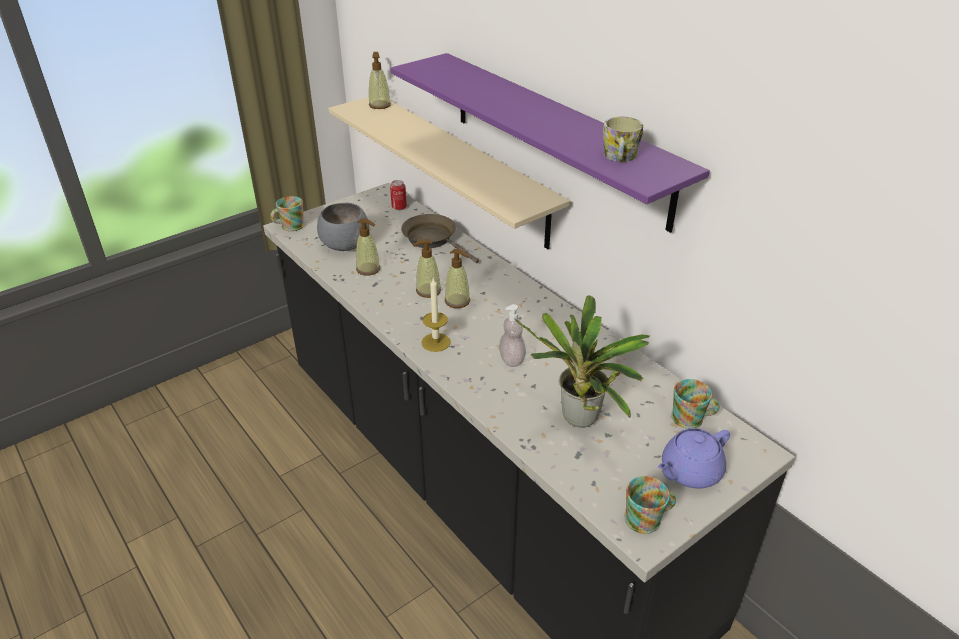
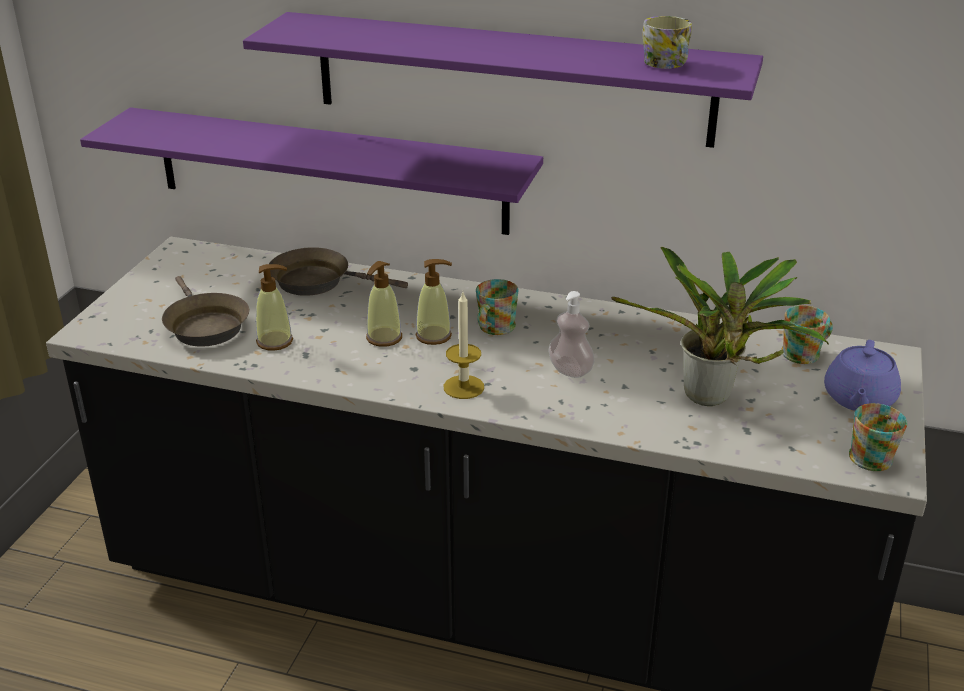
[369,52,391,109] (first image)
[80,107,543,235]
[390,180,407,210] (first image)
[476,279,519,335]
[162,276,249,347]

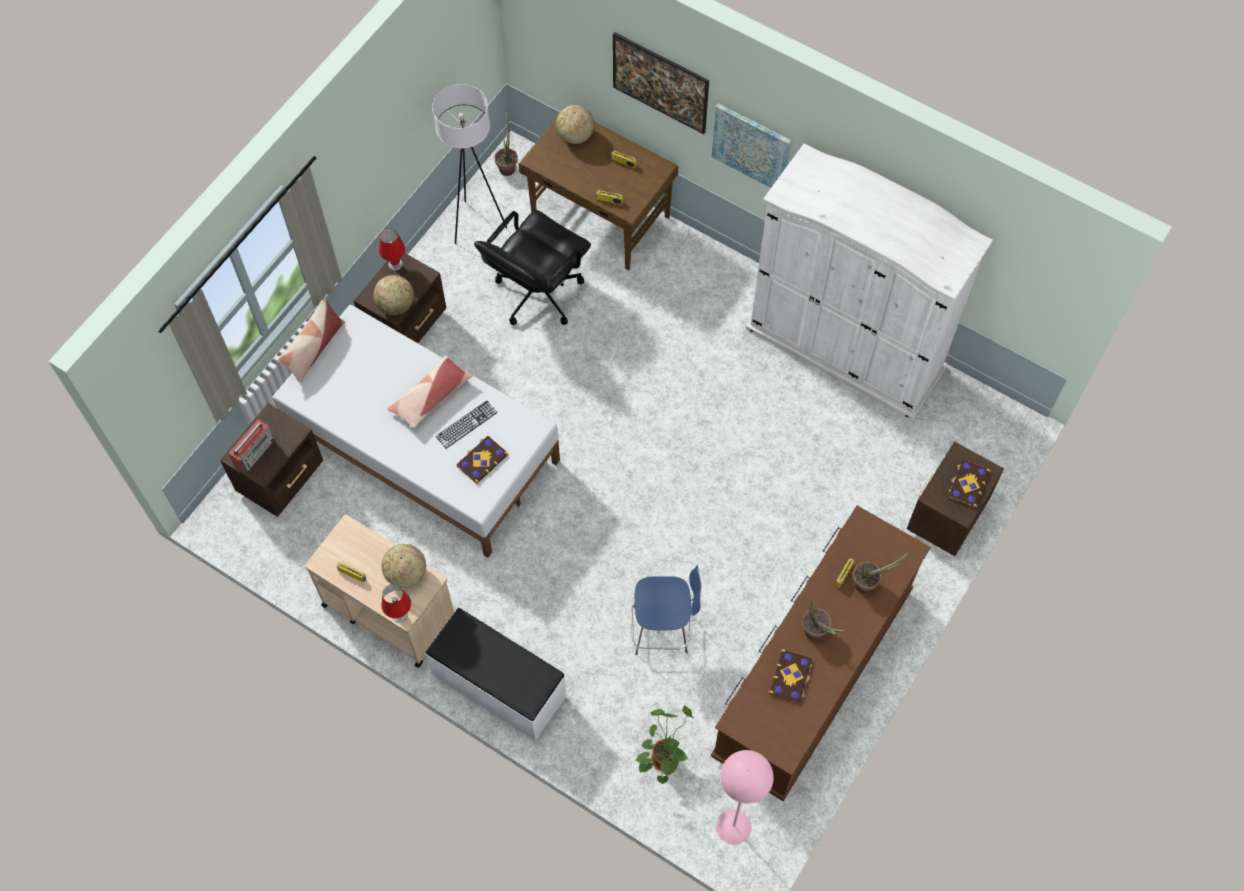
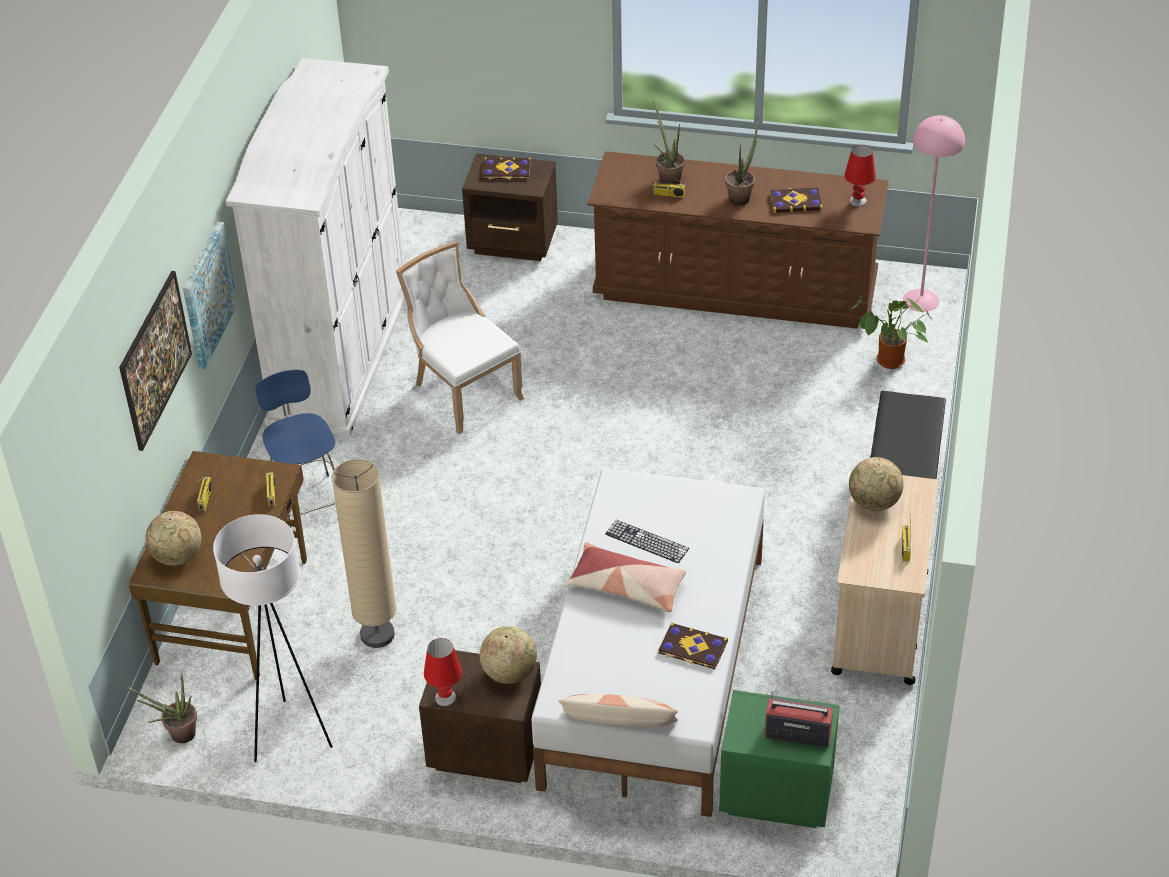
[331,459,397,648]
[719,690,840,828]
[658,623,728,669]
[255,369,336,528]
[844,145,876,206]
[396,241,524,434]

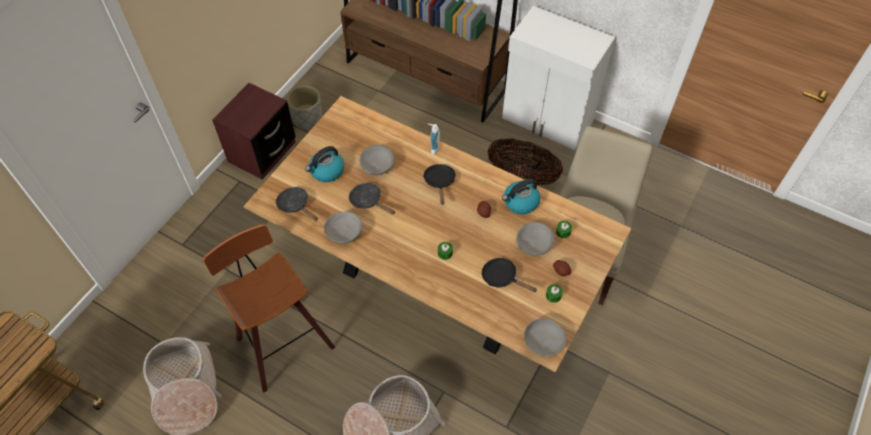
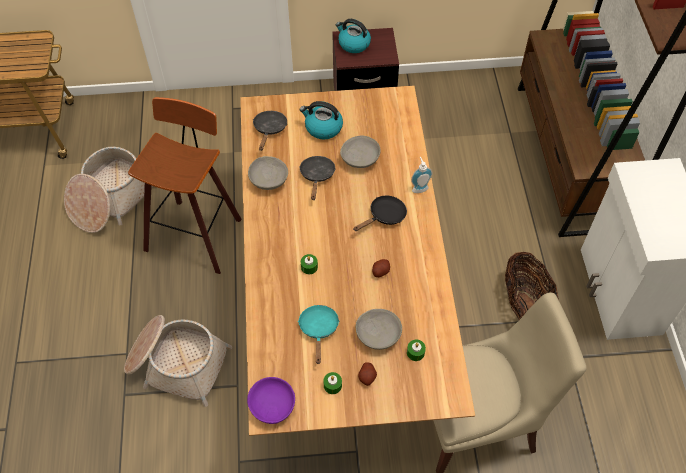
[287,86,322,131] (first image)
[336,19,371,53]
[298,305,340,364]
[247,377,295,424]

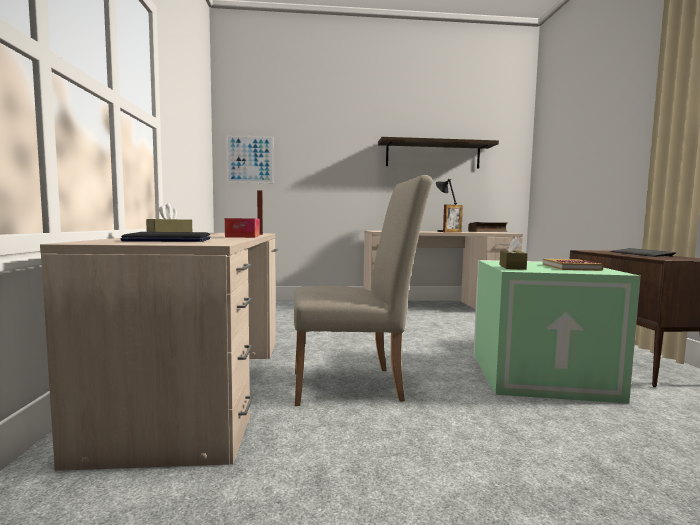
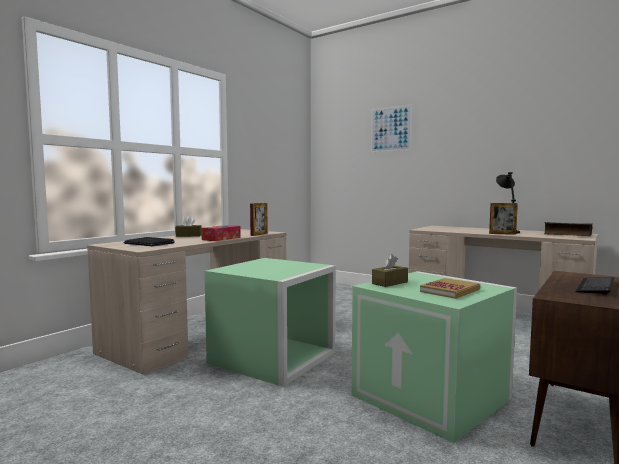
[371,104,412,152]
[378,137,499,169] (first image)
[204,258,336,387]

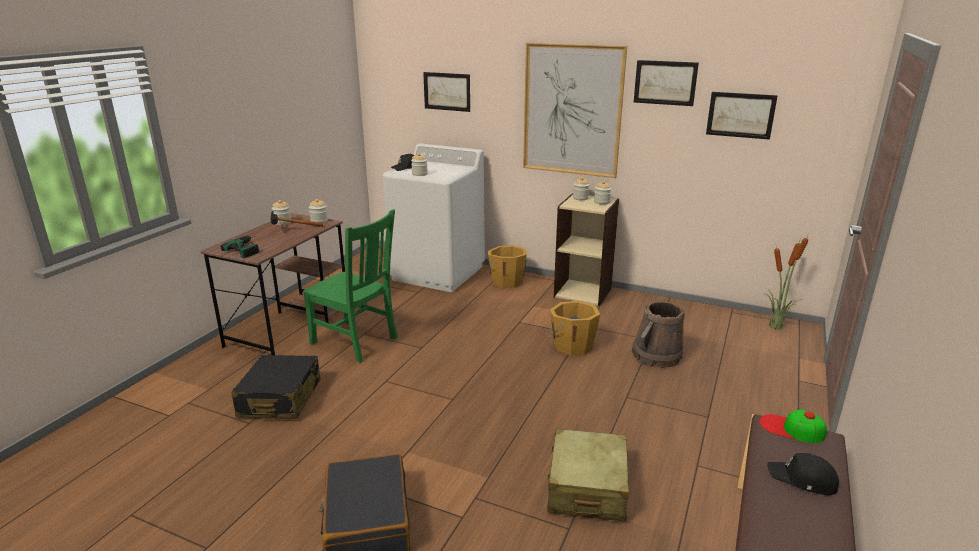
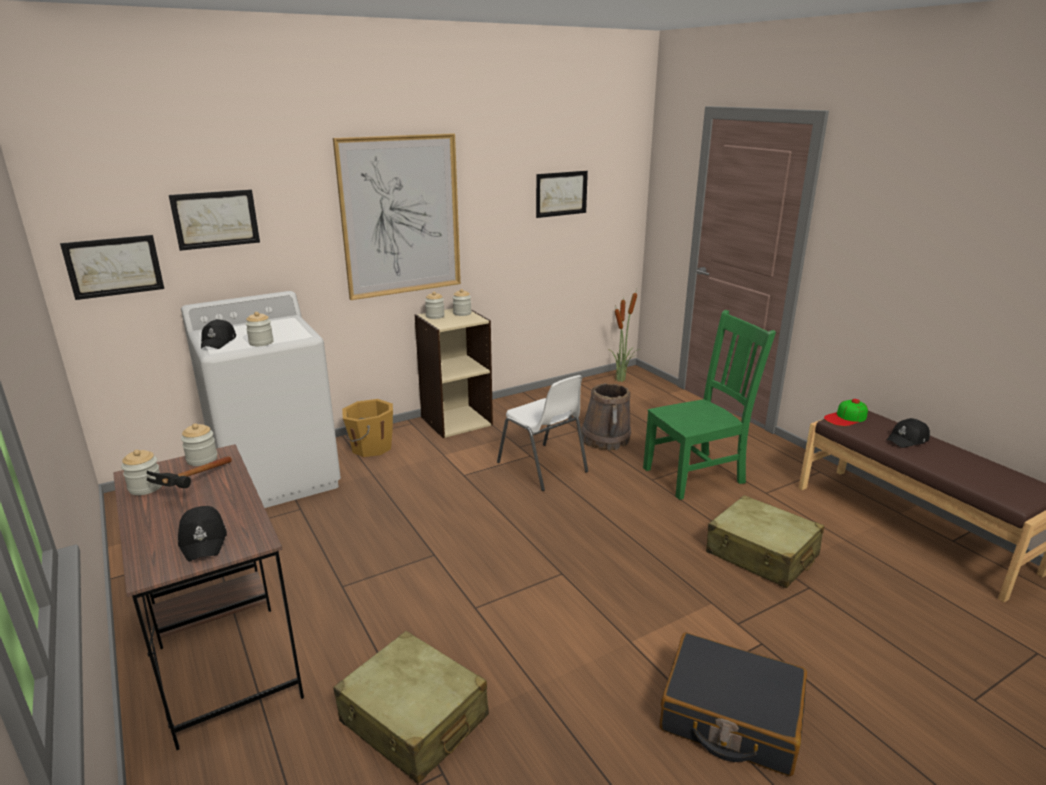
[60,235,164,300]
[643,310,776,500]
[178,506,227,562]
[497,375,588,491]
[333,631,489,784]

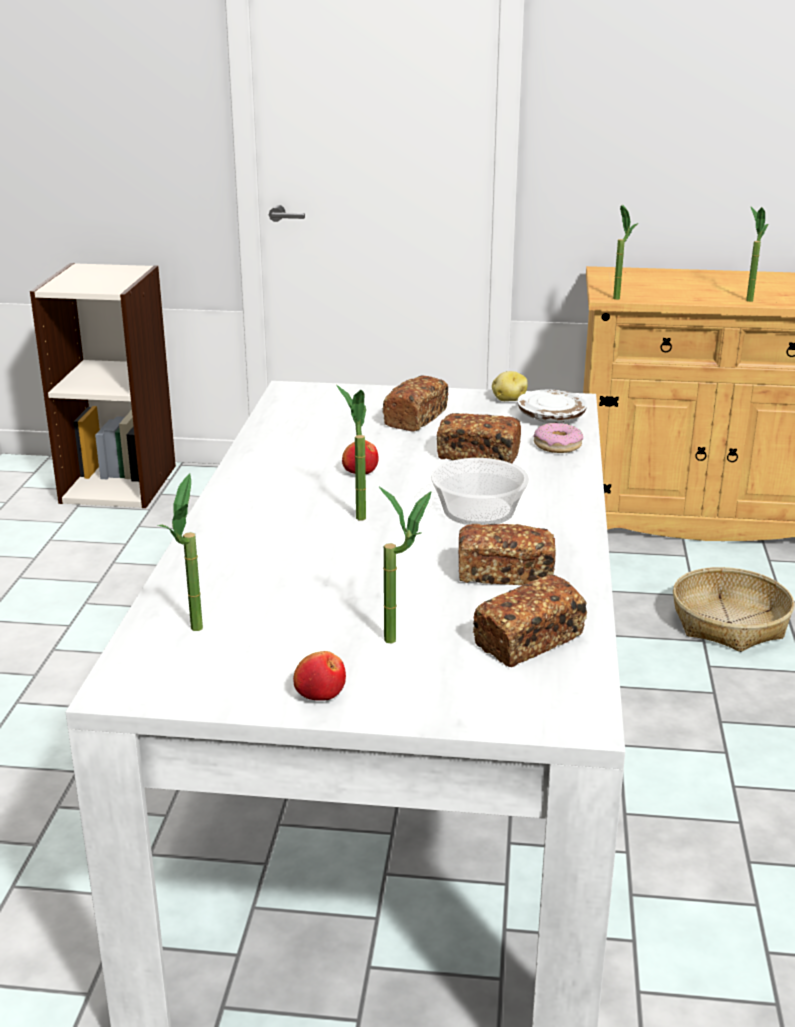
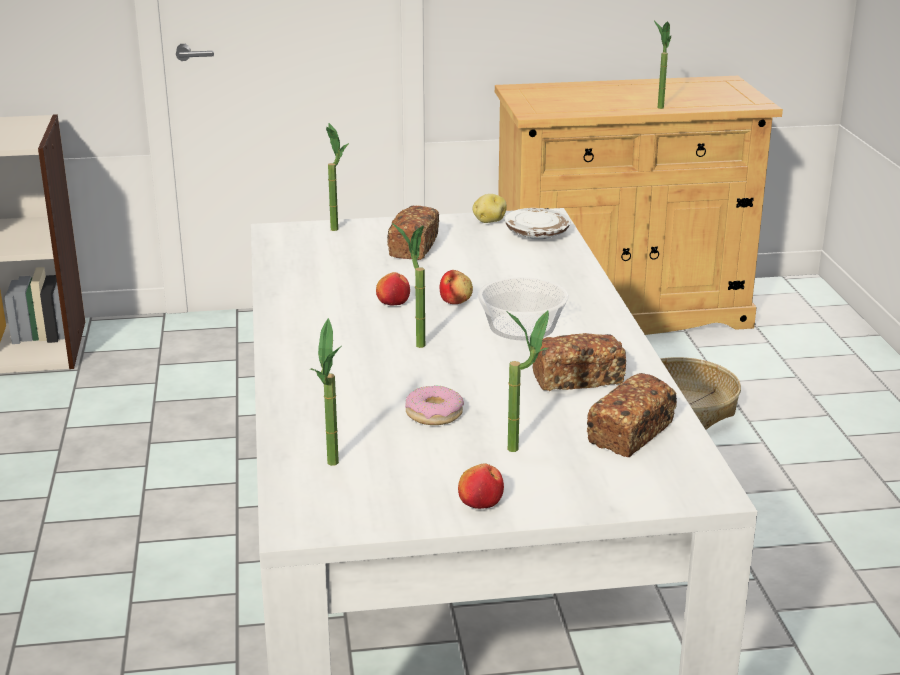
[326,123,349,231]
[437,413,521,463] (first image)
[405,385,464,425]
[440,270,473,304]

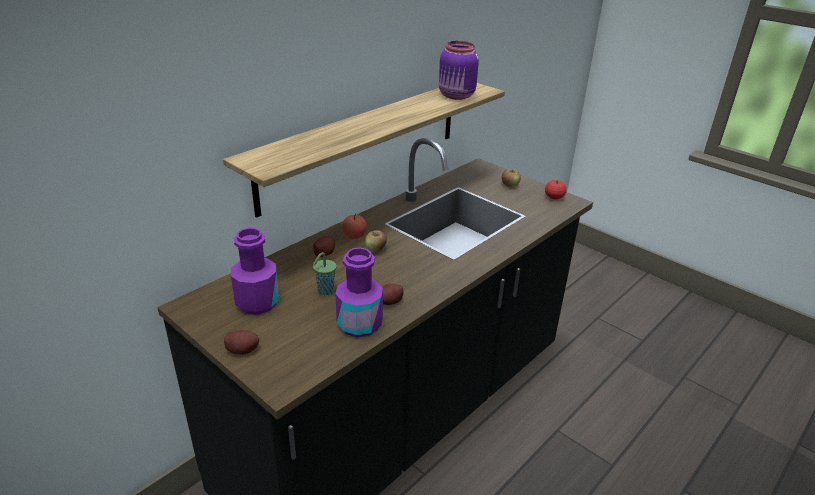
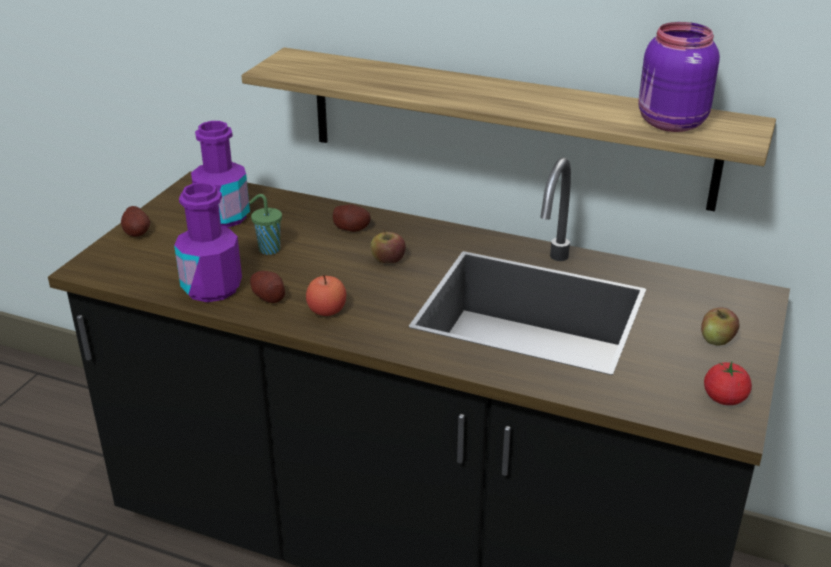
[306,275,346,316]

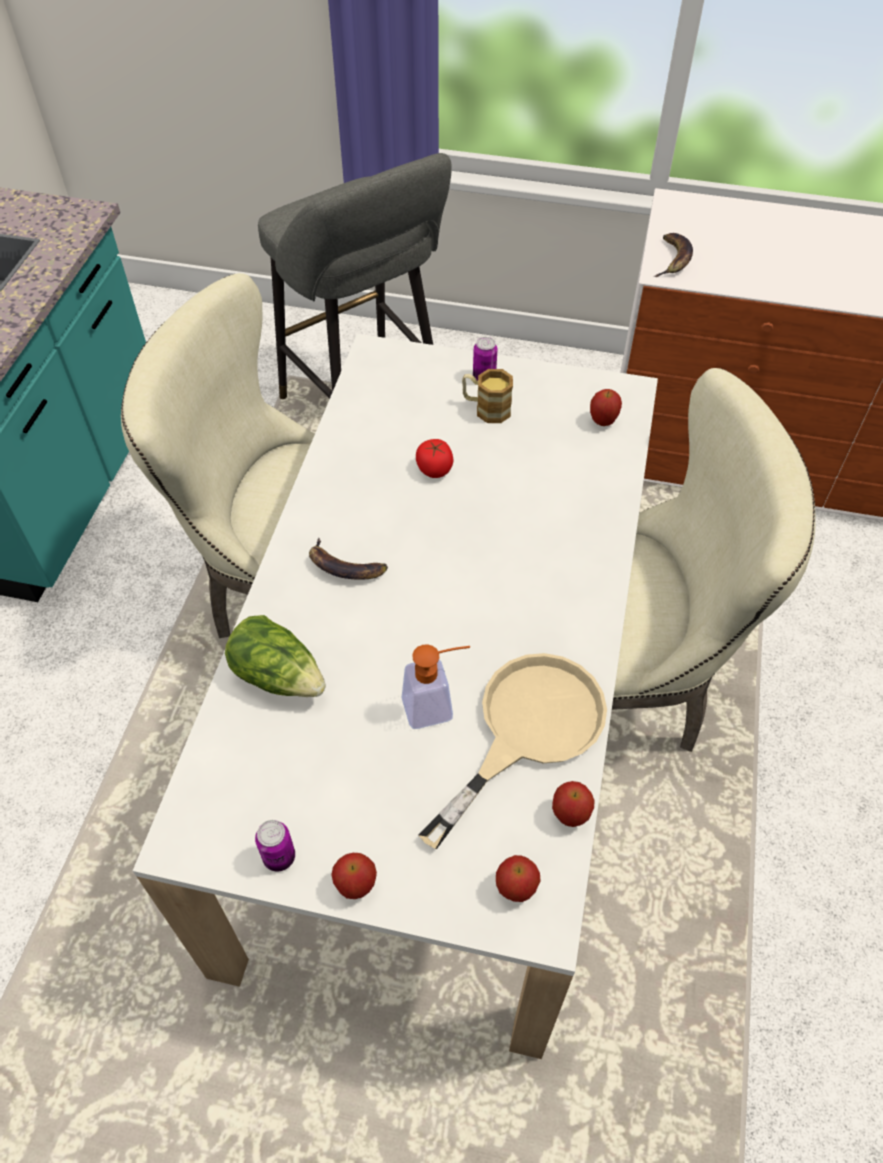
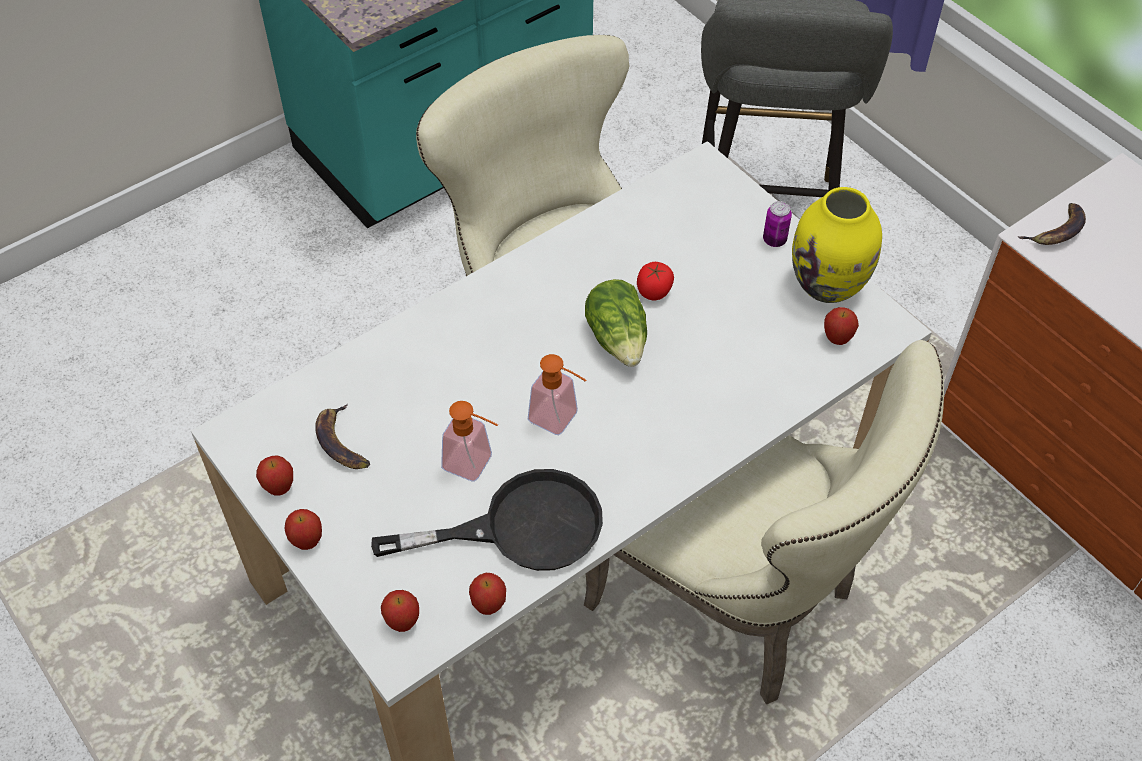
[462,369,513,423] (first image)
[316,404,370,469]
[585,279,647,367]
[371,469,603,571]
[256,455,293,495]
[792,187,882,303]
[528,354,586,435]

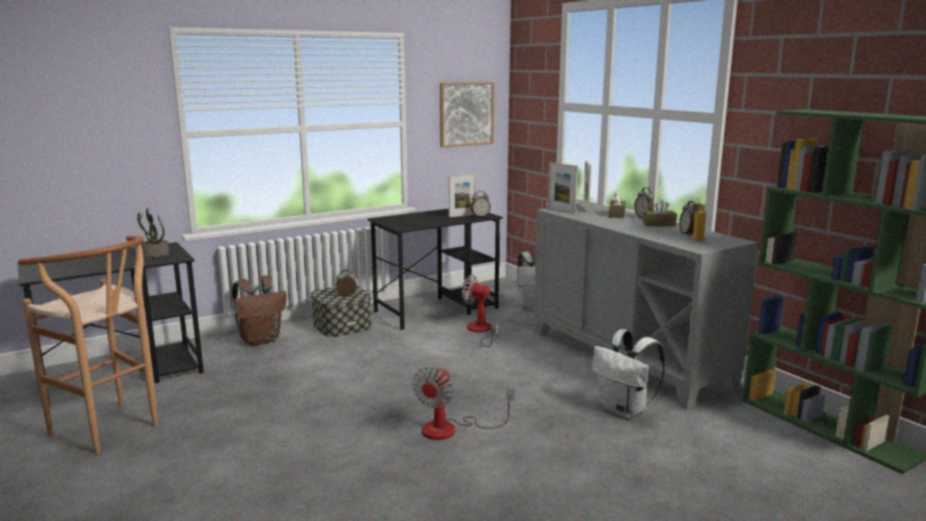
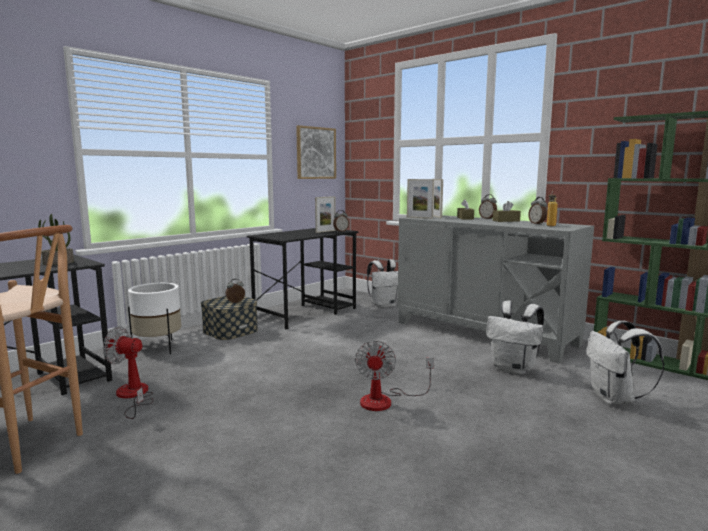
[128,283,181,354]
[103,326,154,419]
[587,320,665,404]

